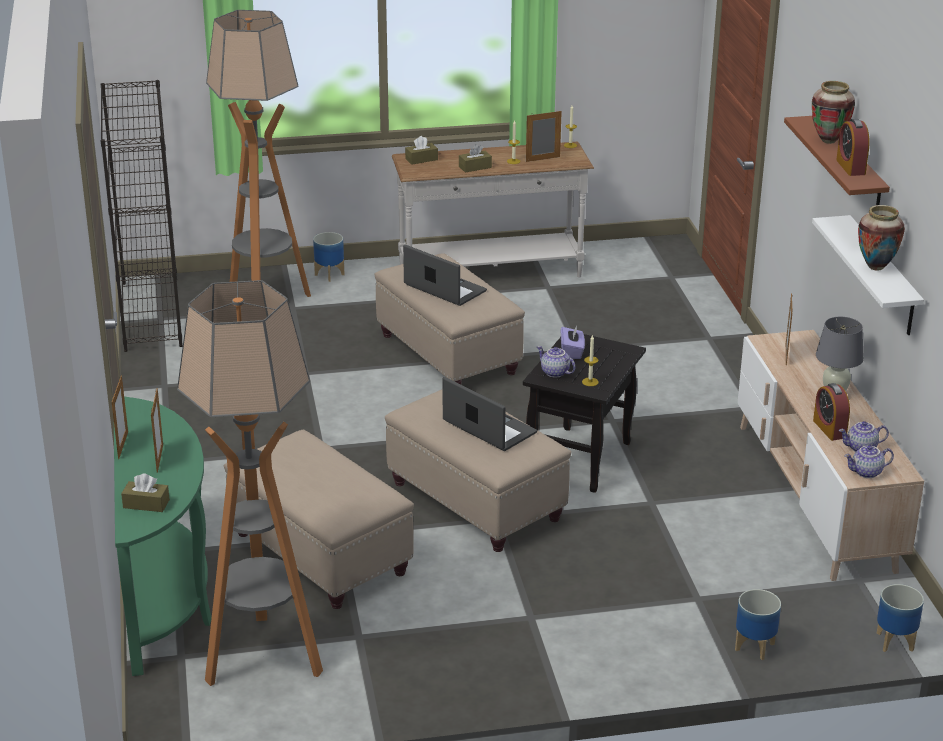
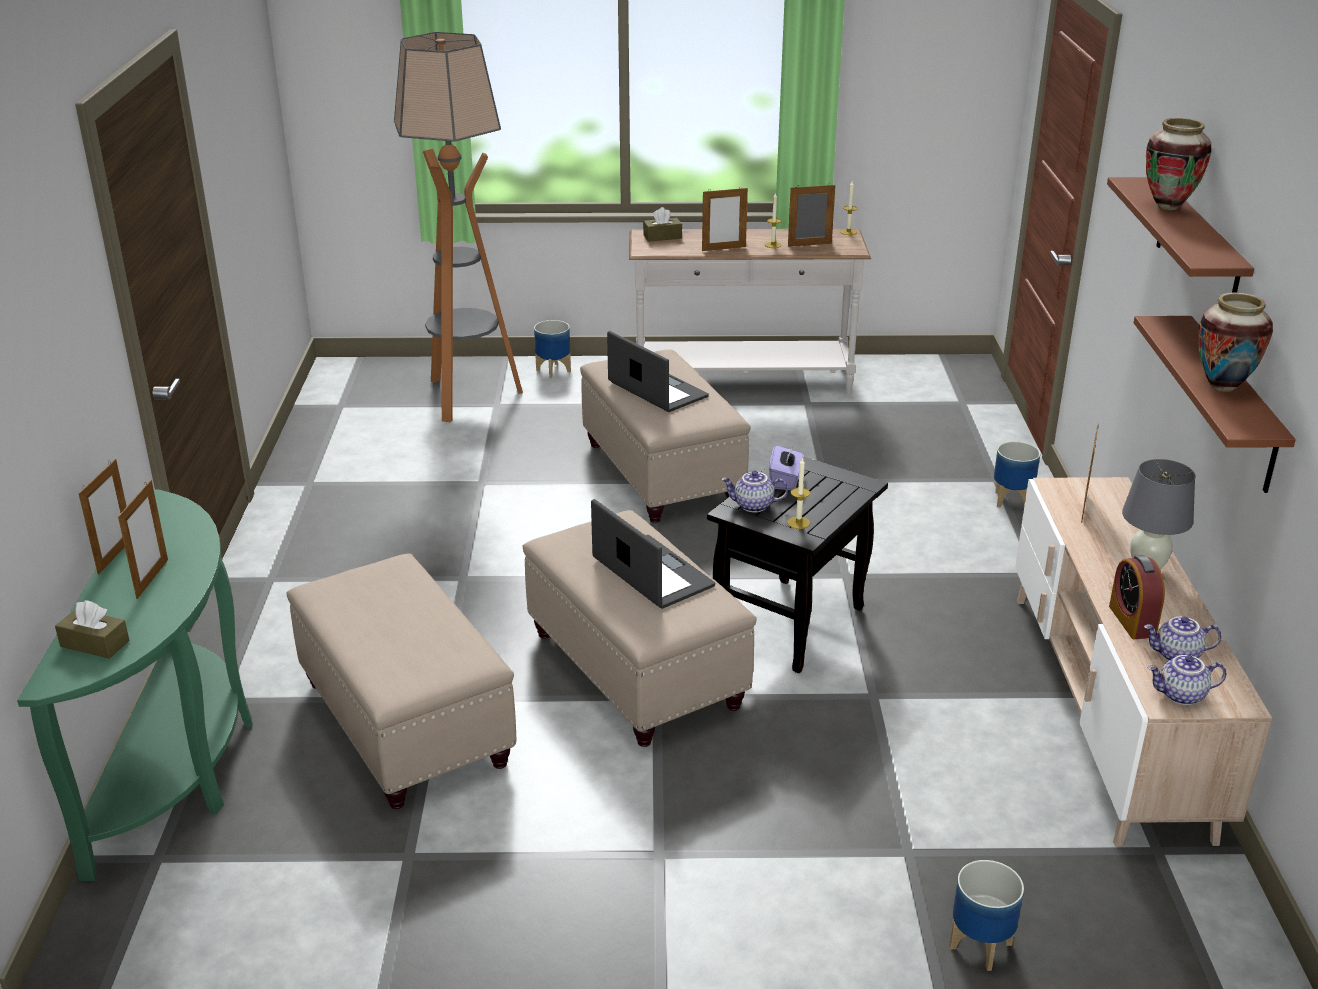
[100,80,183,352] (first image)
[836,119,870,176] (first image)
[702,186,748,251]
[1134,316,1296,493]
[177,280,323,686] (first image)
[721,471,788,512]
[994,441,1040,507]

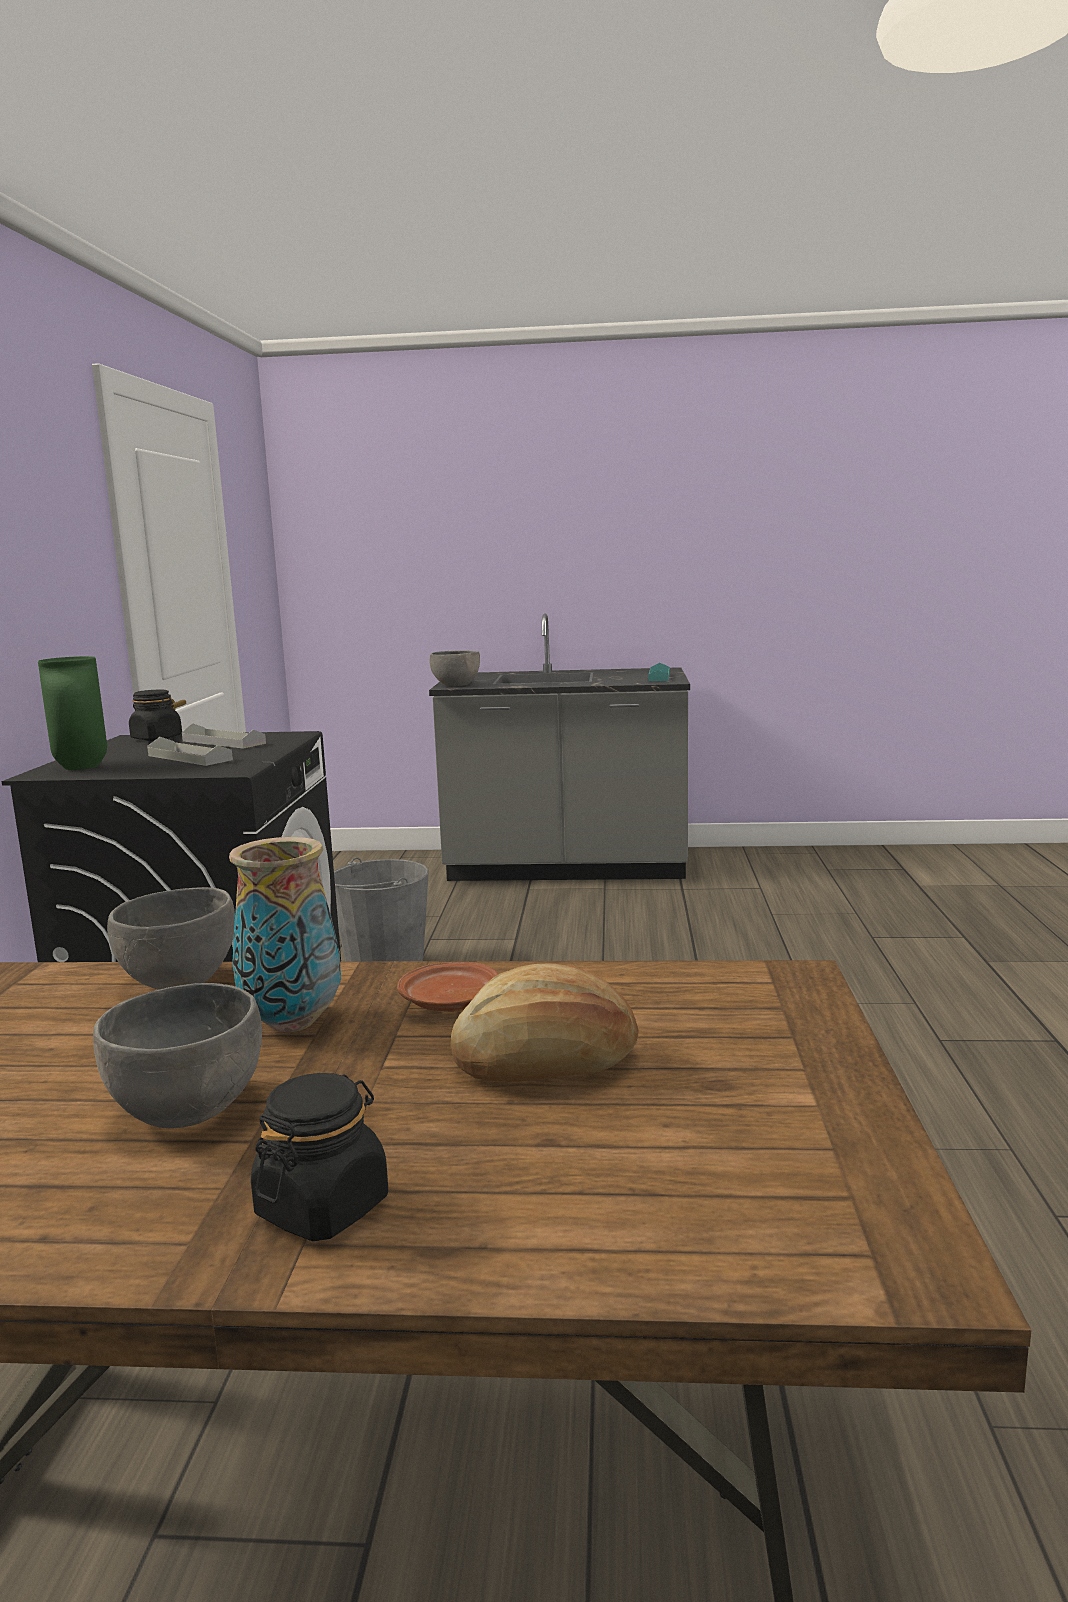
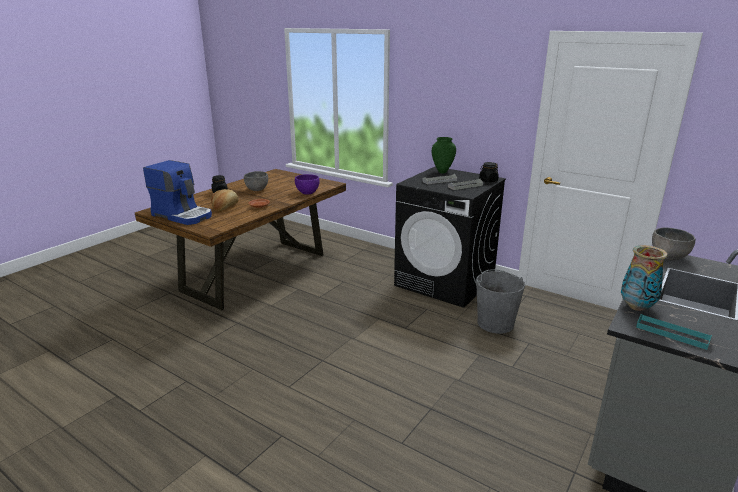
[621,245,667,311]
[295,174,320,194]
[143,160,212,225]

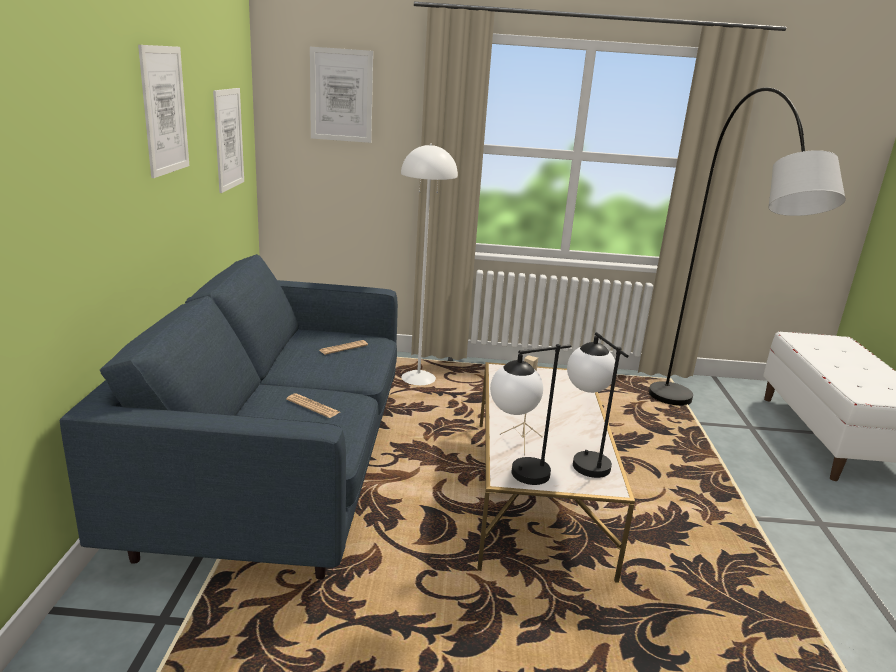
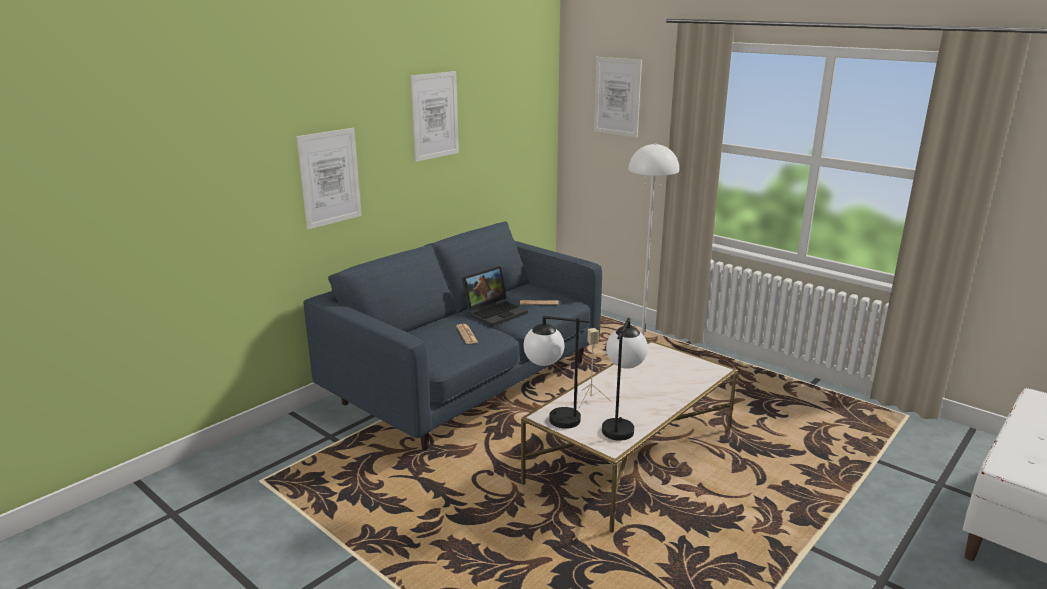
[649,87,846,405] (first image)
[296,128,362,229]
[462,266,528,327]

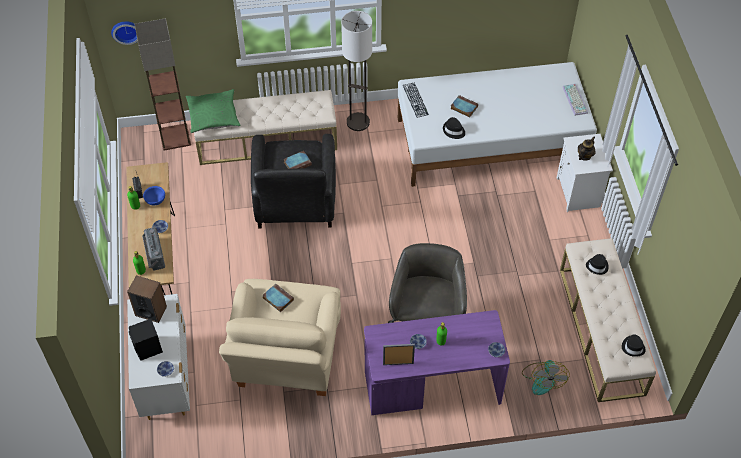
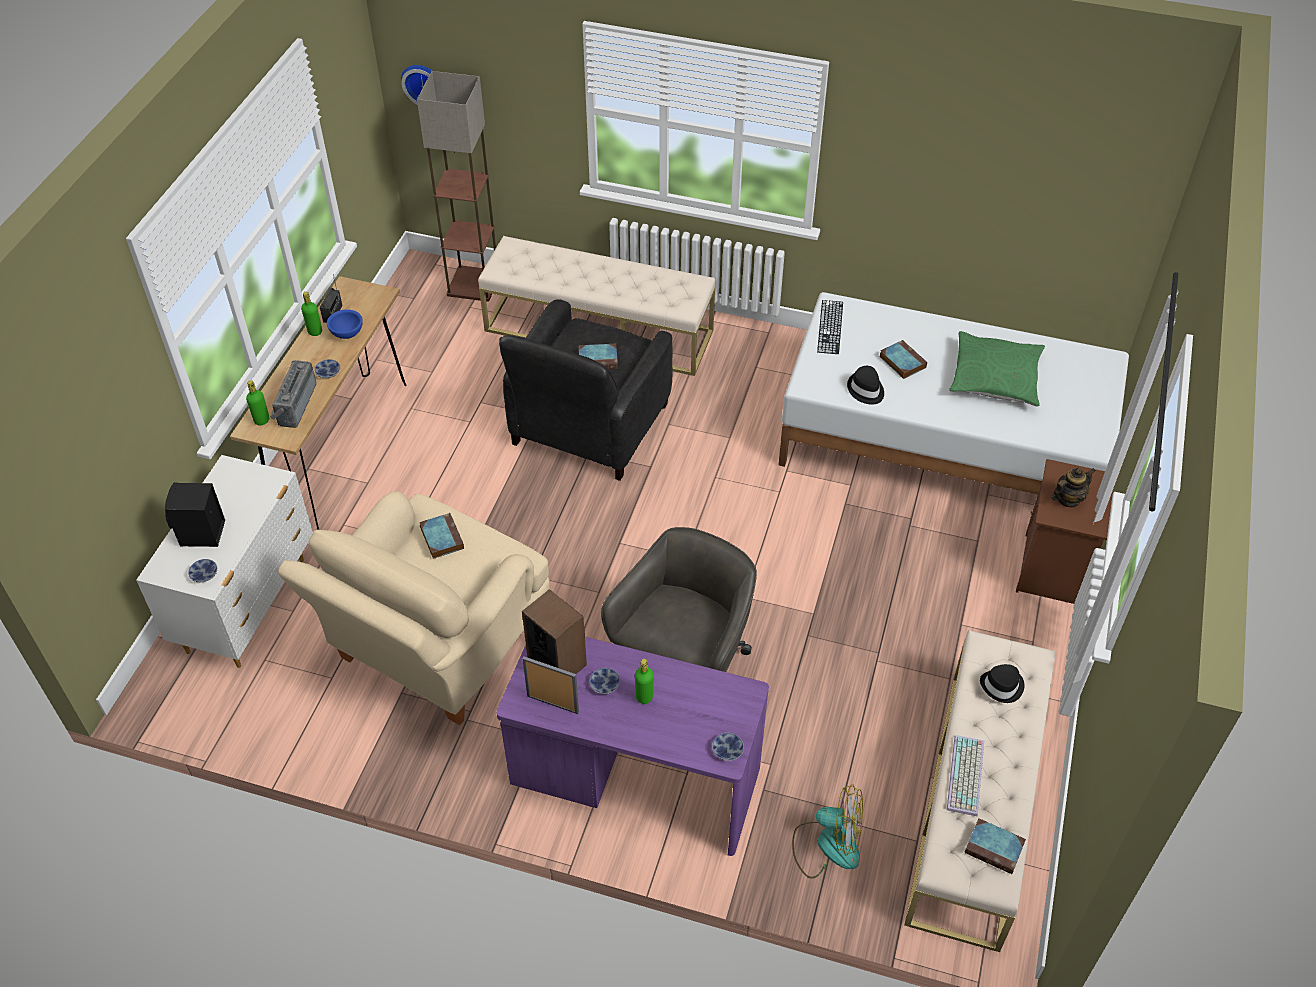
[341,11,372,131] (first image)
[947,735,984,817]
[949,331,1045,407]
[1016,459,1114,604]
[522,589,587,674]
[964,818,1026,874]
[792,784,863,879]

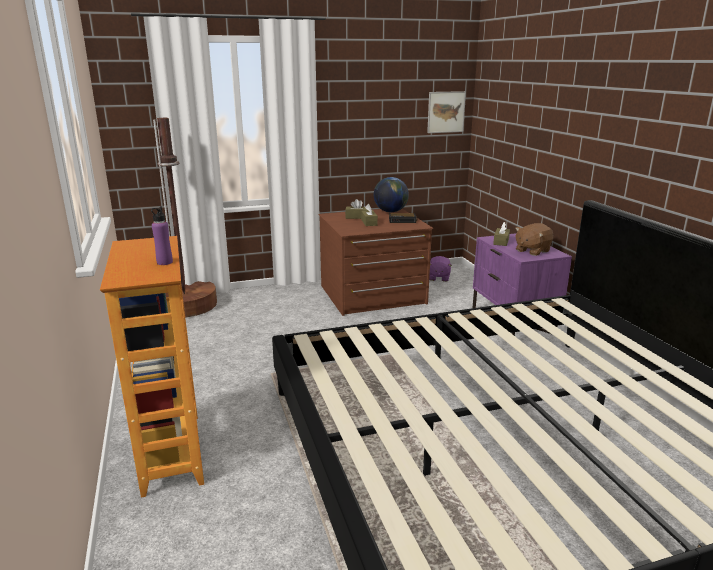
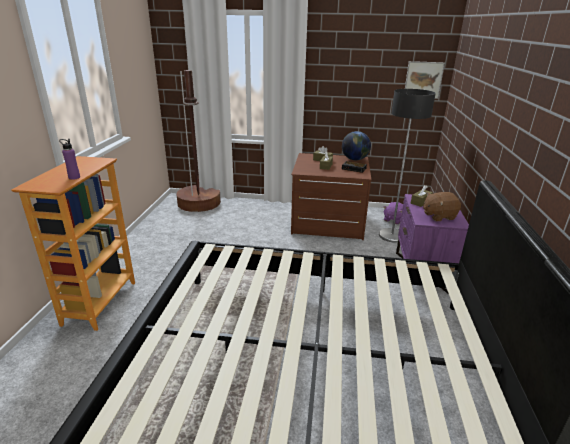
[379,89,436,243]

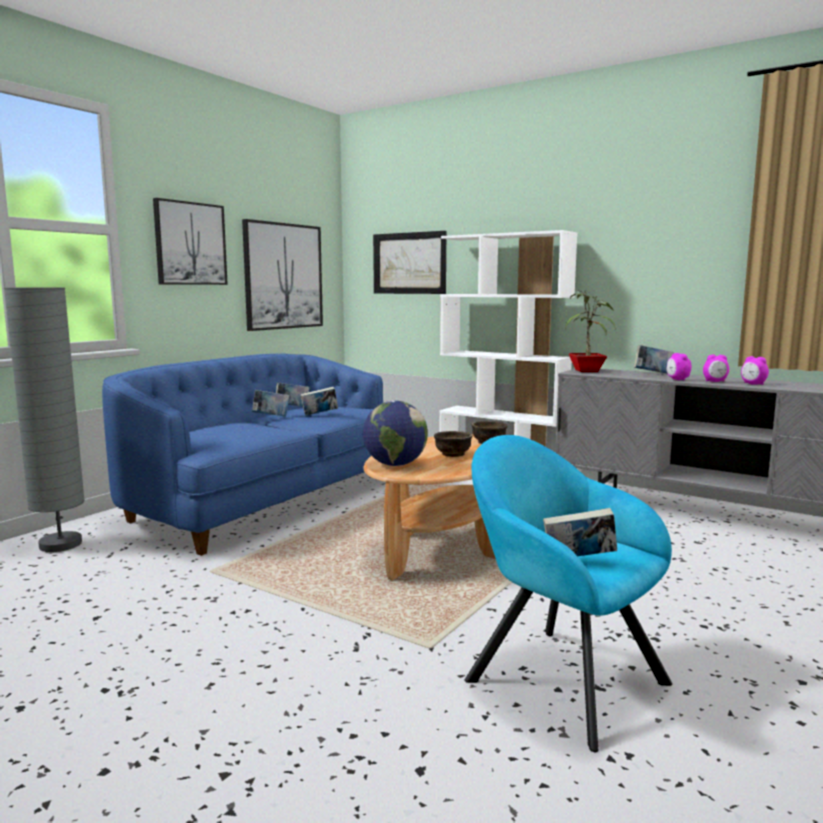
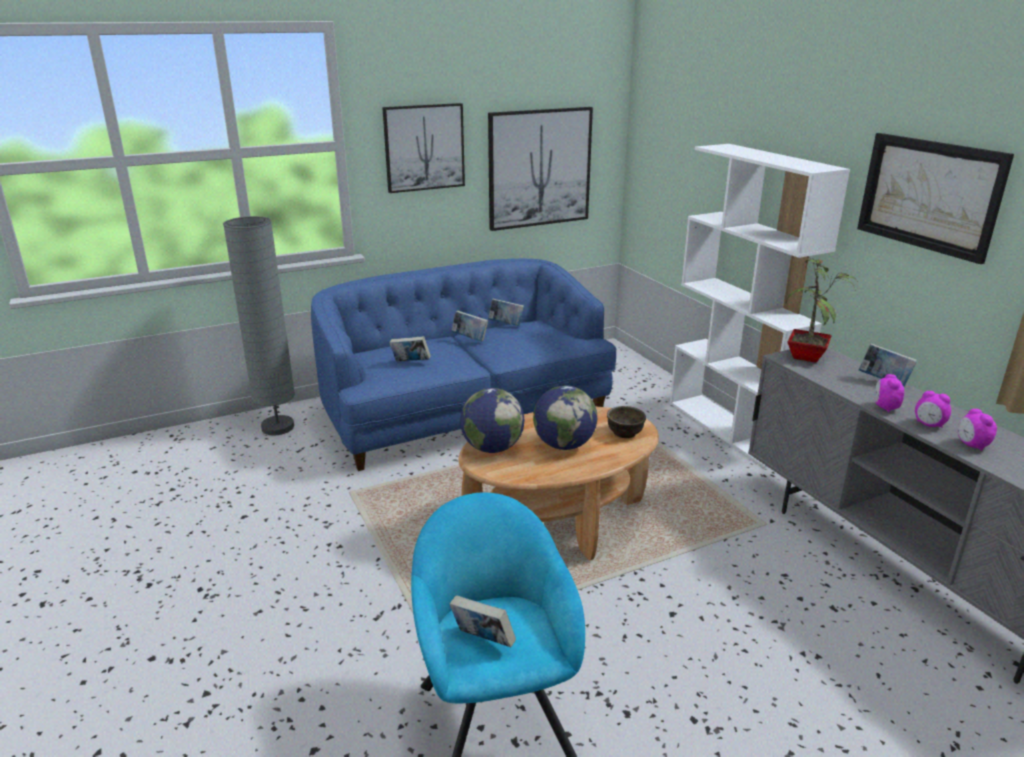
[857,133,1014,264]
[389,336,431,362]
[533,385,597,450]

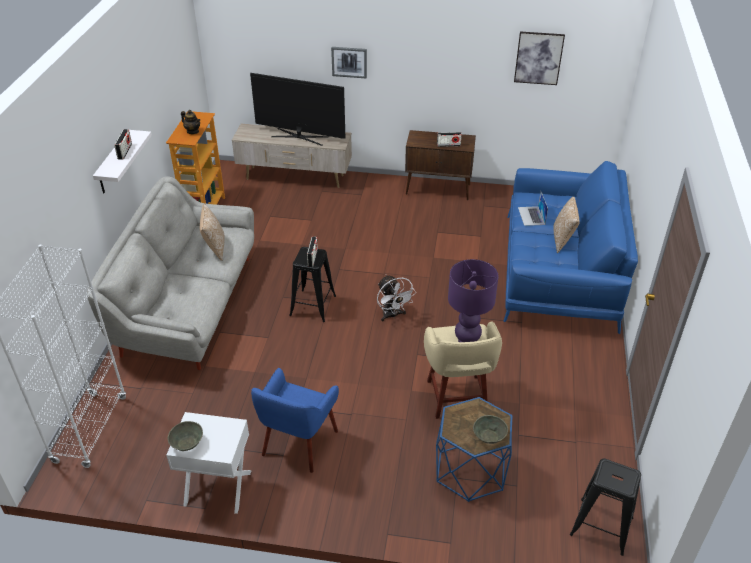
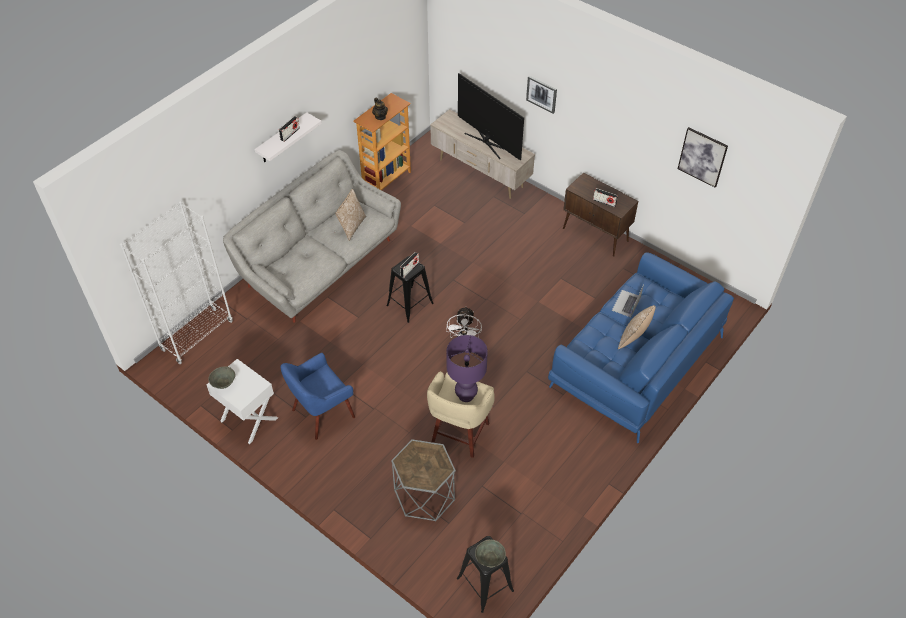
[391,439,456,521]
[475,539,506,567]

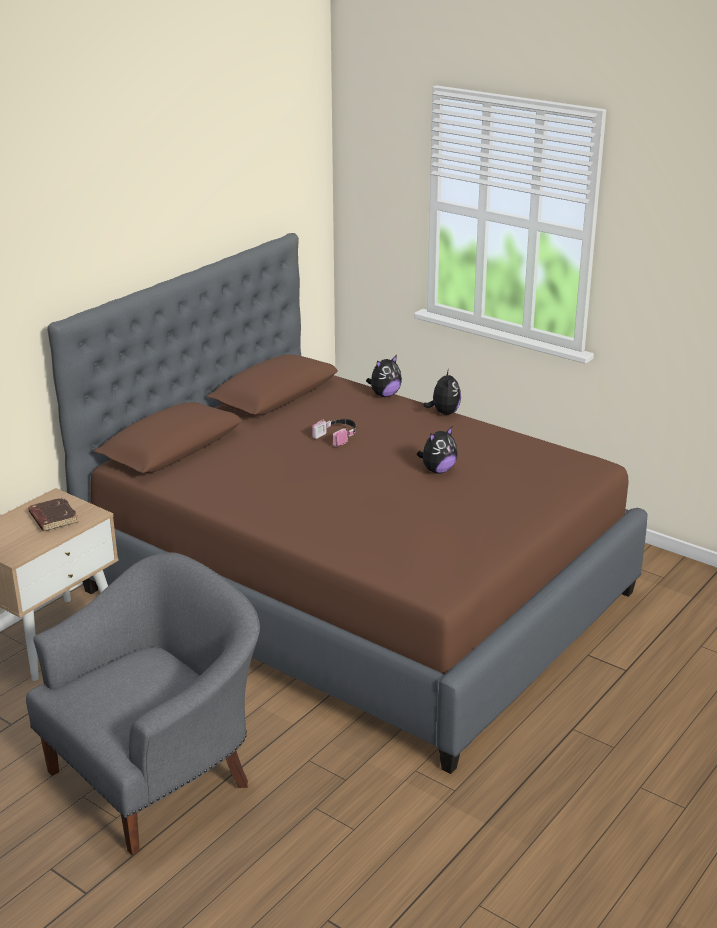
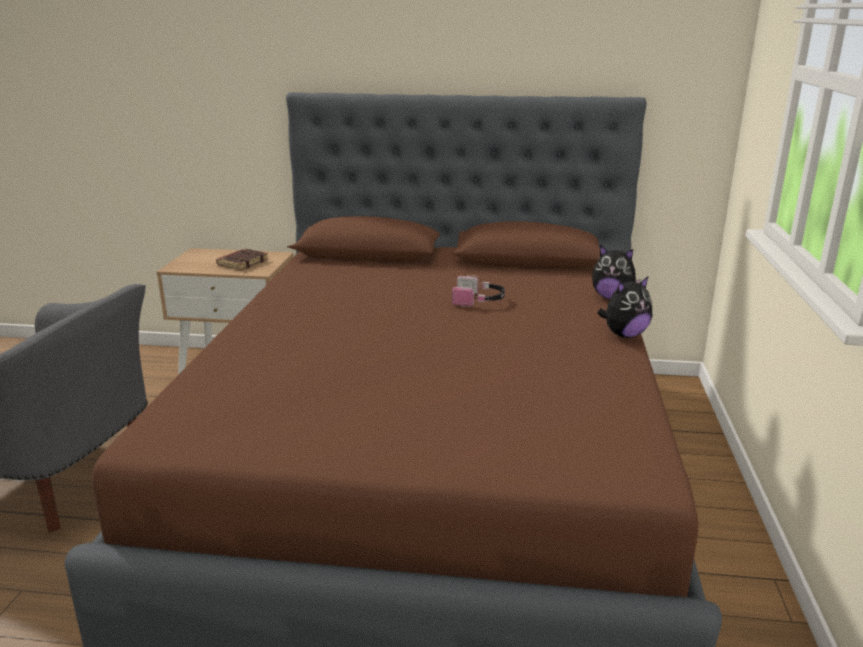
[417,427,457,474] (first image)

